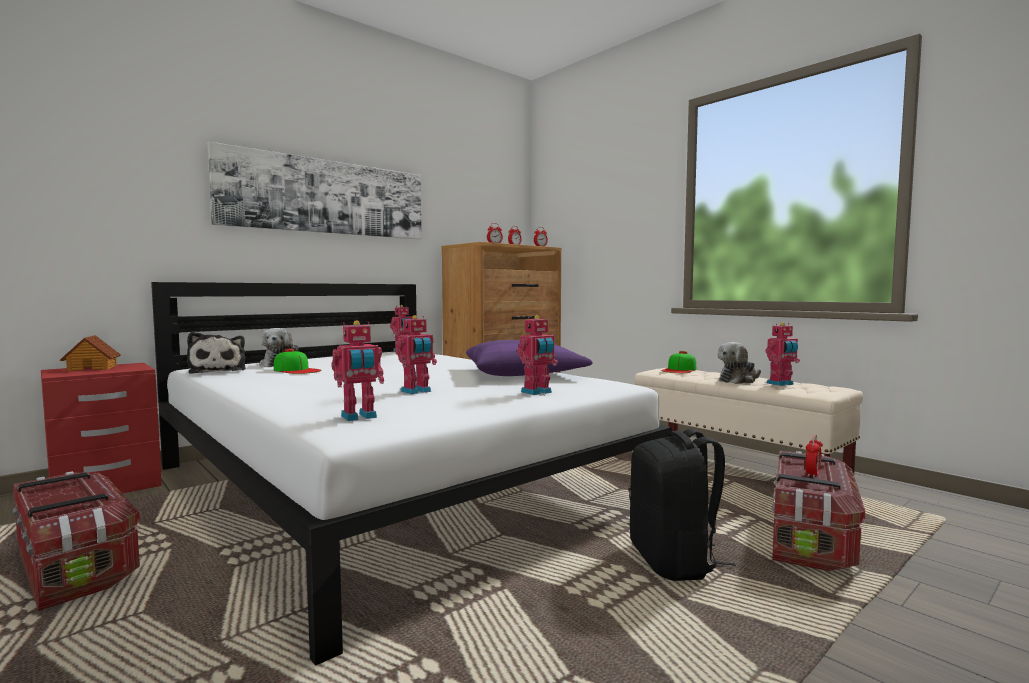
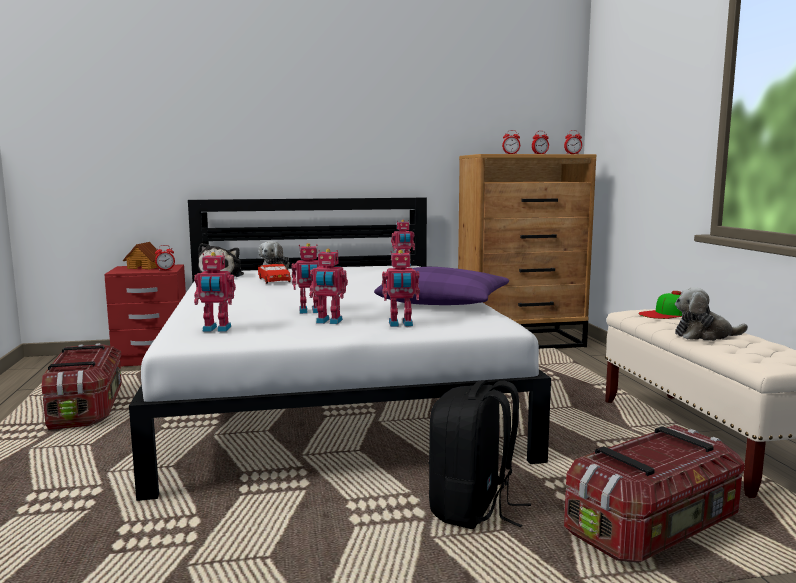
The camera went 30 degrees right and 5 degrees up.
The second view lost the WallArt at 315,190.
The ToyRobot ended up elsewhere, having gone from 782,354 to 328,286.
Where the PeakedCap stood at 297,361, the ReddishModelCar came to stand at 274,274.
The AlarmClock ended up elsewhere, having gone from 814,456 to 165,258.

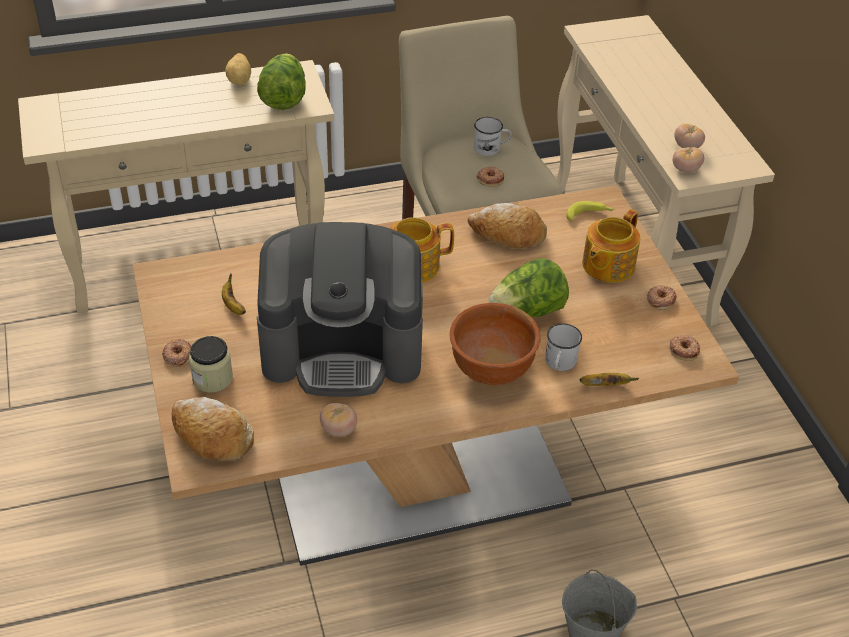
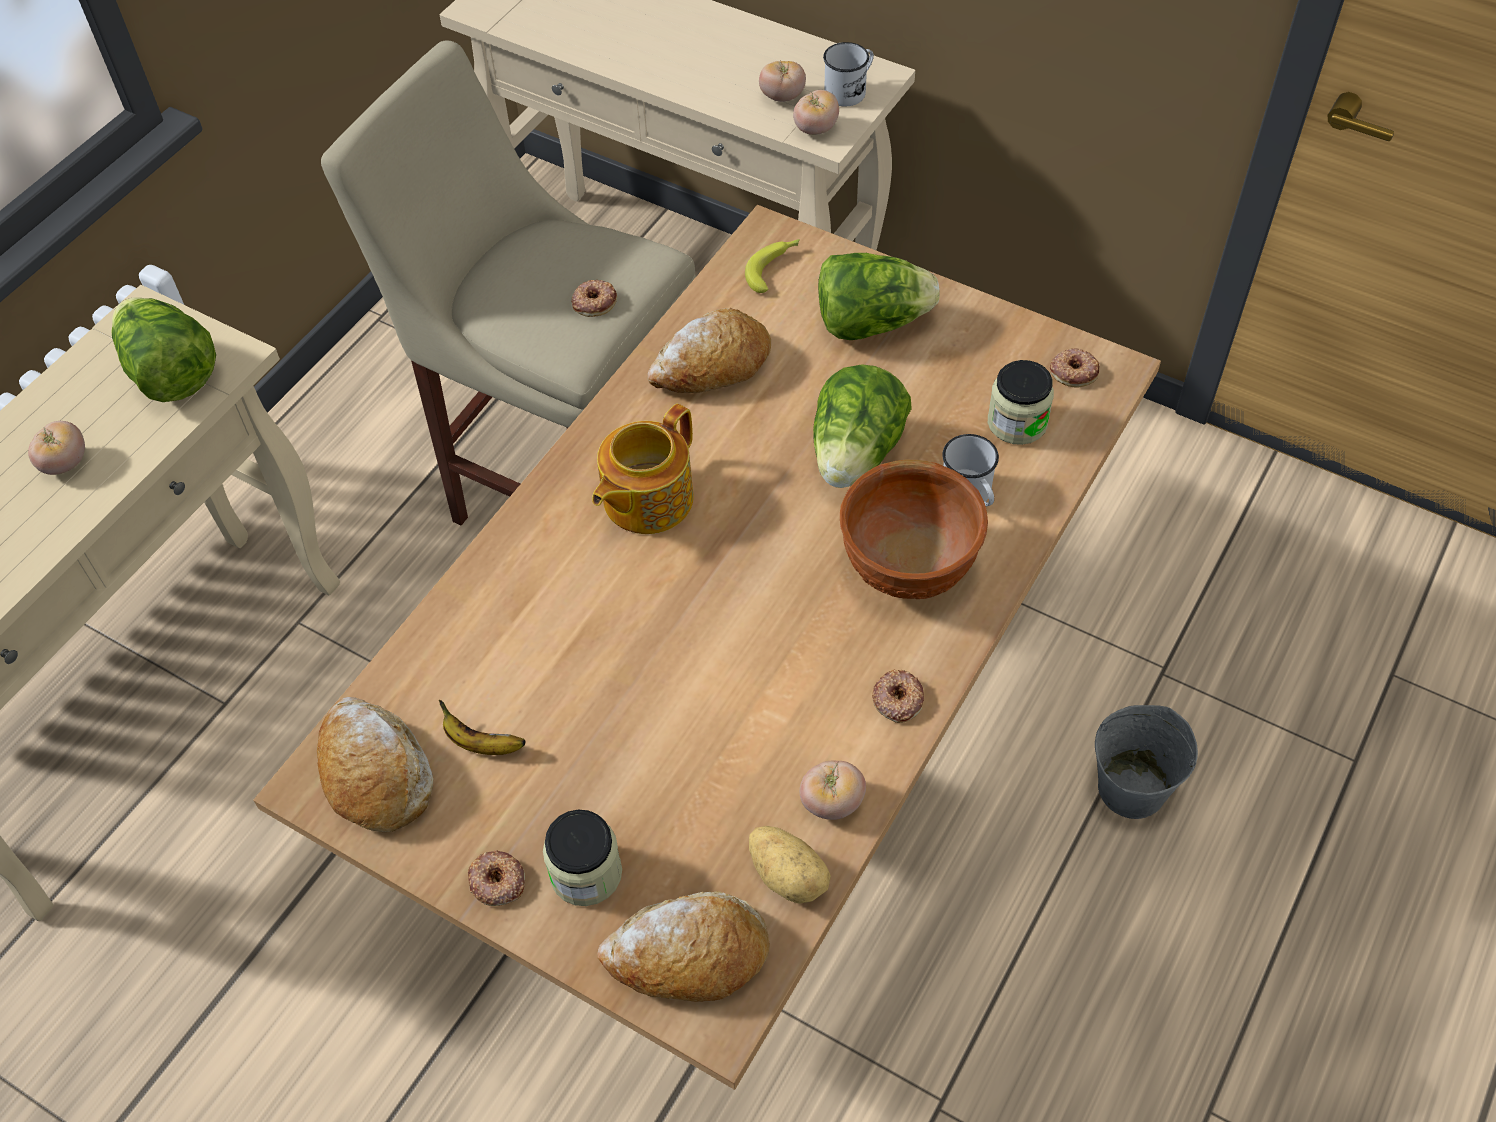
The camera went 40 degrees left and 10 degrees up.
The Potato ended up elsewhere, having gone from 238,69 to 790,865.
The WhiteCoffeeMug ended up elsewhere, having gone from 493,136 to 848,74.
Where the PotForTea stood at 611,246, the HeadOfLettuce came to stand at 879,296.
The second view lost the CoffeeMaker at 340,309.
The Doughnut ended up elsewhere, having gone from 661,297 to 898,696.
The second view lost the BananaFruit at 609,379.
The second view gained the Jar at 1021,402.
The second view gained the Tomato at 56,448.
The second view gained the BakeryBread at 375,764.

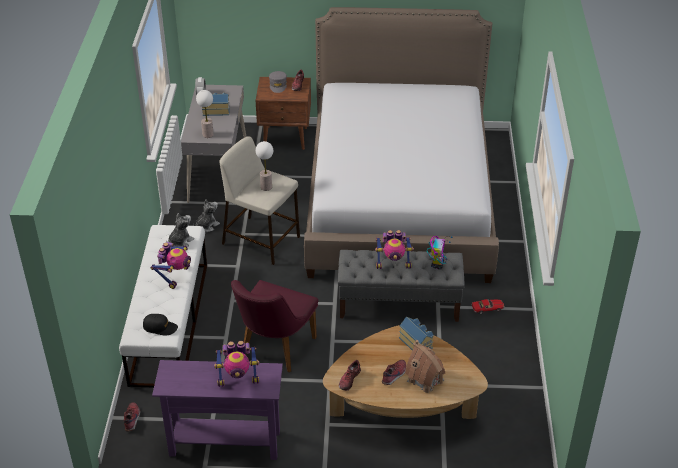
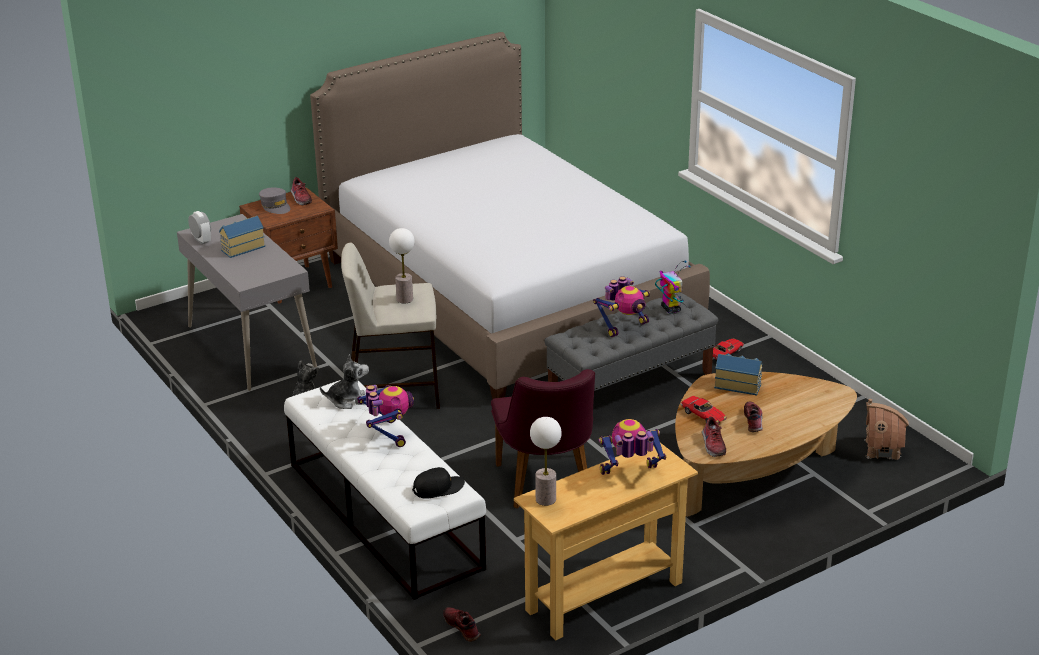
The camera went 35 degrees left and 10 degrees down.
The TableLamp ended up elsewhere, having gone from 205,114 to 546,461.
The PlushToy at 180,230 ended up facing another way, 75 degrees clockwise from before.
The MiniatureHouse ended up elsewhere, having gone from 425,366 to 886,429.
The ToyRobot at 236,364 ended up facing another way, 150 degrees counterclockwise from before.
What was the PurplishHallTable at 217,410 turned into the BeigeColouredHallTable at 606,541.
The second view gained the ModelCar at 703,410.

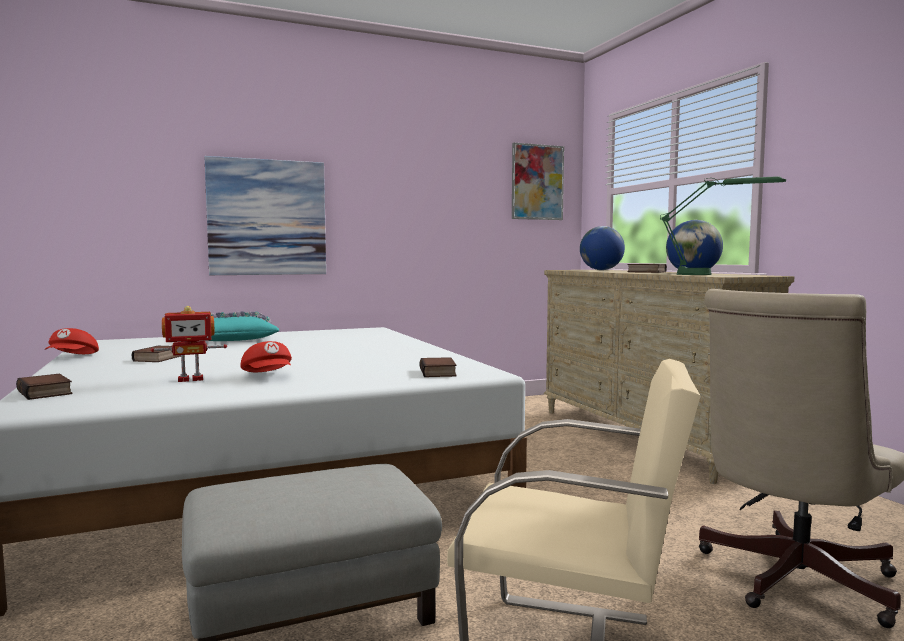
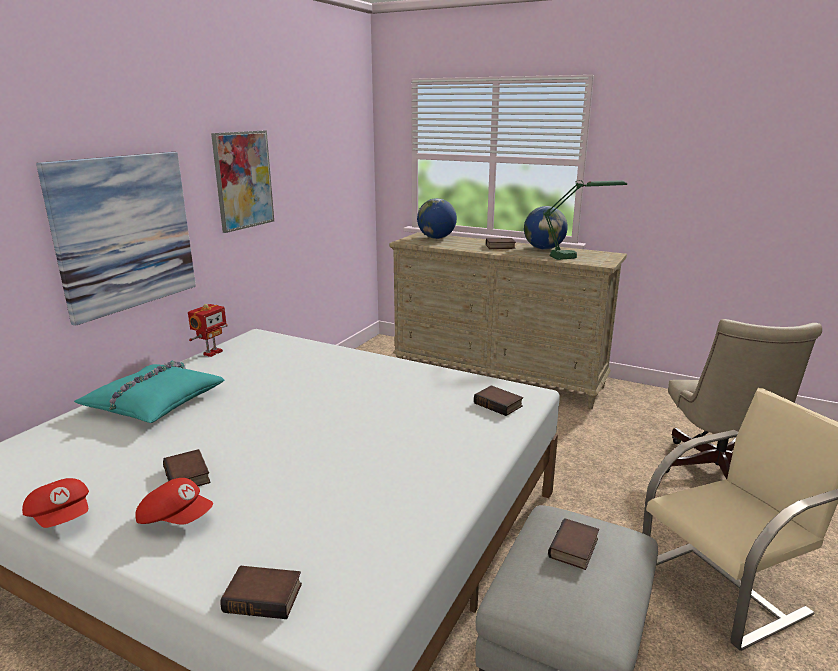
The camera went 40 degrees left and 15 degrees up.
The WallArt ended up elsewhere, having gone from 538,181 to 242,182.
The ToyRobot ended up elsewhere, having gone from 188,344 to 208,330.
The ReddishPeakedCap ended up elsewhere, having gone from 266,356 to 174,501.
The second view gained the Book at 573,544.

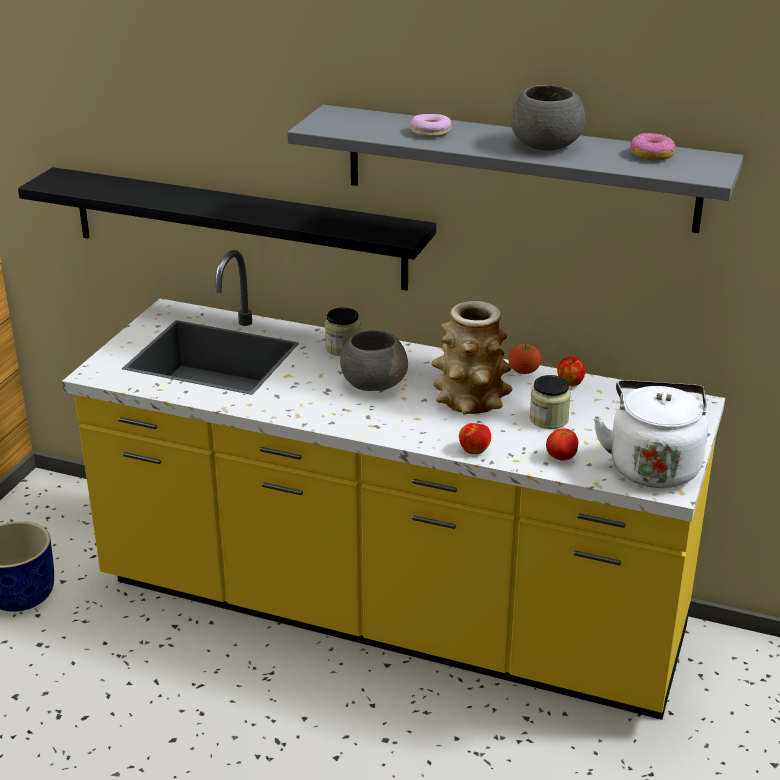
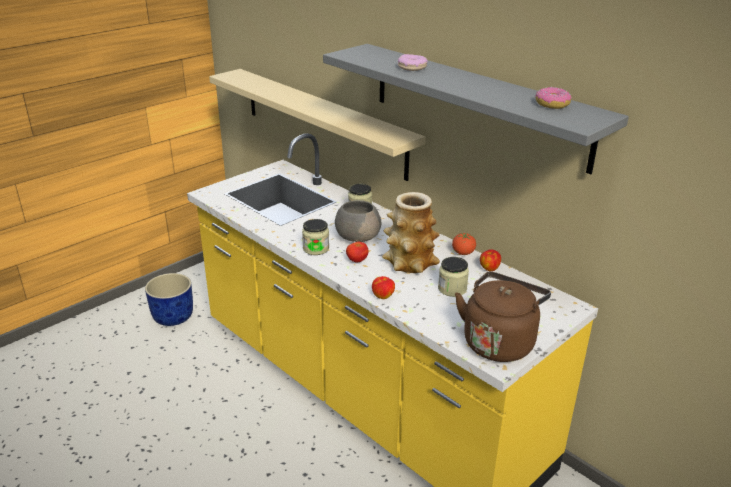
The camera went 25 degrees right and 0 degrees up.
The second view lost the GreyishBowl at 548,117.
What was the BlackishWallShelf at 227,229 turned into the BeigeColouredWallShelf at 317,125.
What was the WhiteKettle at 650,434 turned into the BrownColouredKettle at 503,317.
The Tomato ended up elsewhere, having gone from 562,444 to 357,251.
The second view gained the Jar at 315,237.

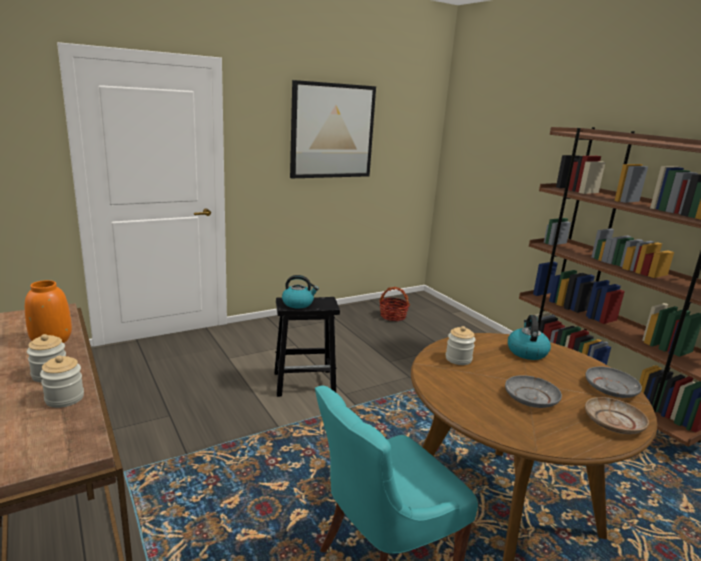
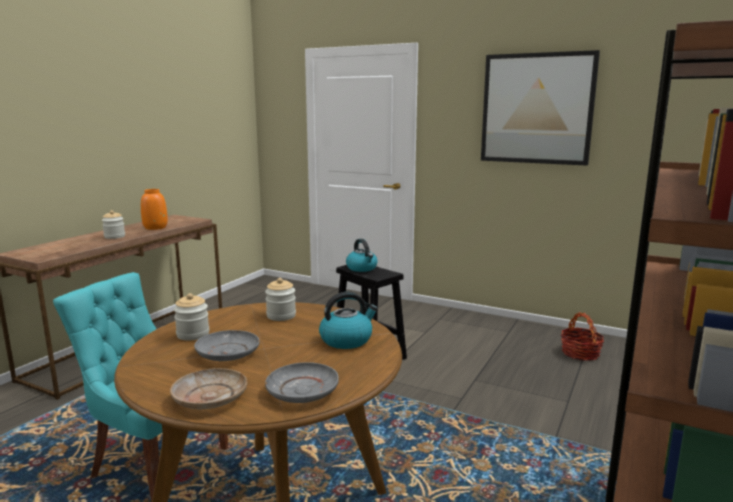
The camera went 60 degrees right and 5 degrees down.
The Jar ended up elsewhere, having gone from 62,382 to 191,317.

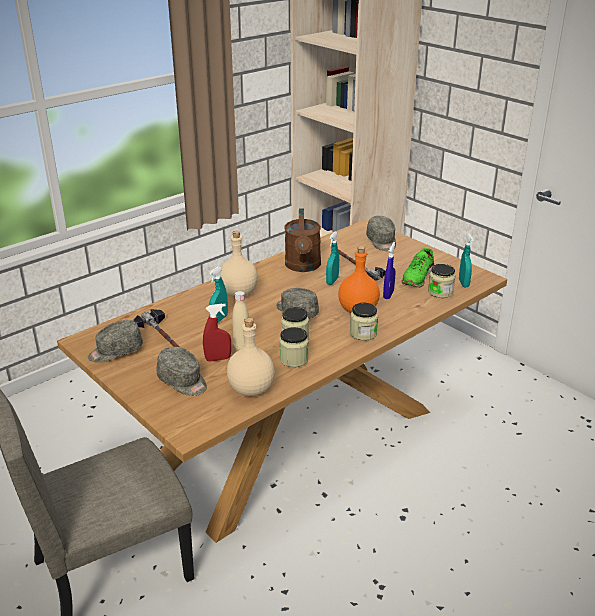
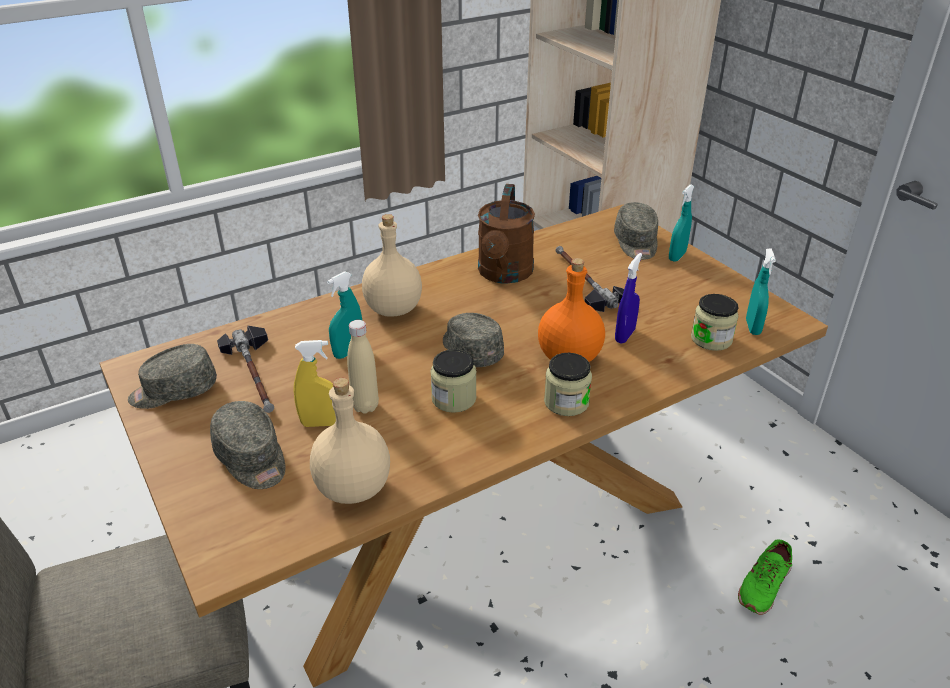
The camera went 10 degrees right and 5 degrees up.
The TurquoiseColouredSprayBottle ended up elsewhere, having gone from 332,258 to 681,223.
The GreenColouredShoe ended up elsewhere, having gone from 418,267 to 765,577.
What was the ReddishSprayBottle at 217,333 turned into the YellowishSprayBottle at 315,383.
The second view lost the Jar at 293,347.

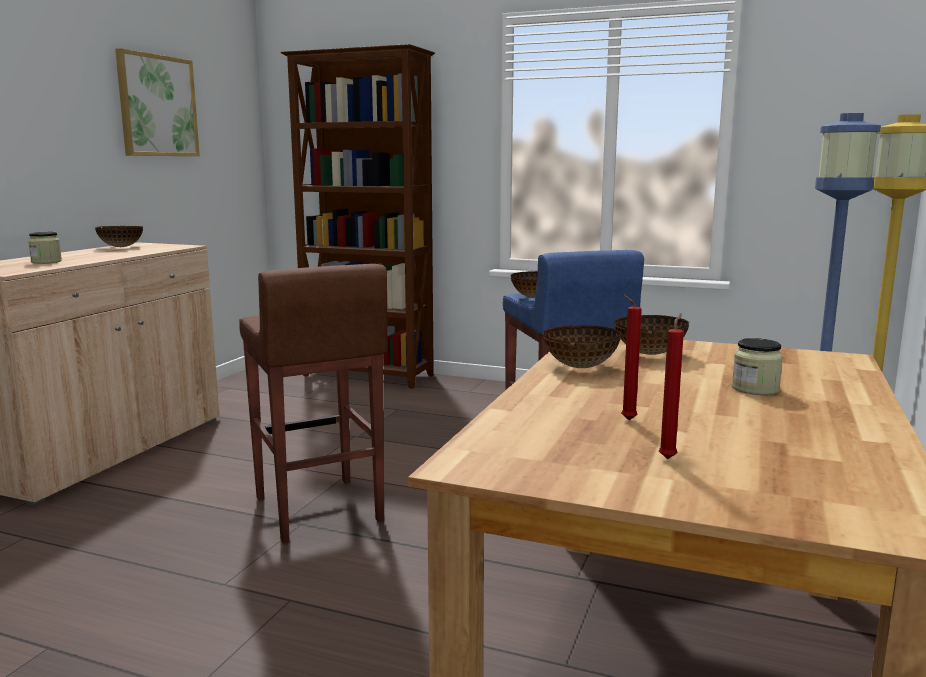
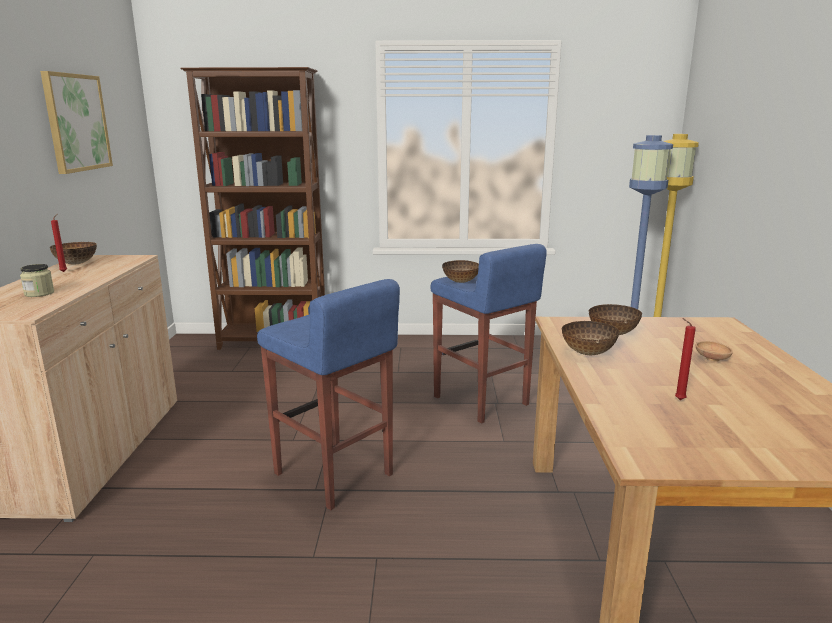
The camera went 20 degrees left and 5 degrees up.
What was the BrownColouredSittingStool at 313,404 turned into the BluishSittingStool at 328,394.
The ReddishWaxLight ended up elsewhere, having gone from 671,386 to 59,243.
Where the Jar stood at 757,366, the BrownColouredBowl came to stand at 714,351.

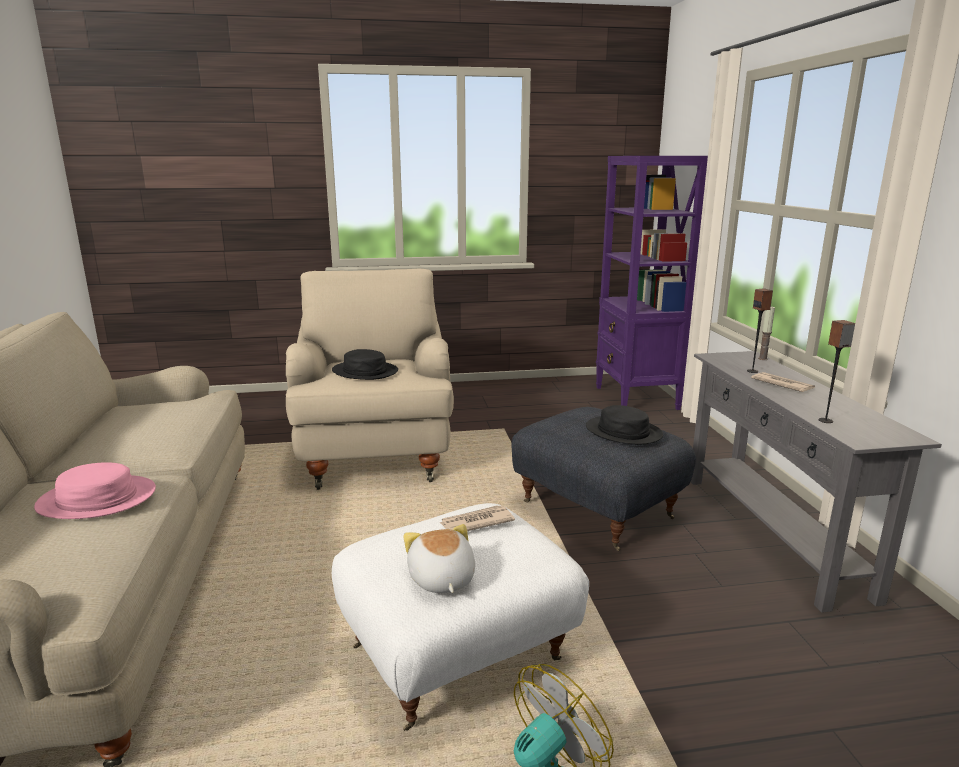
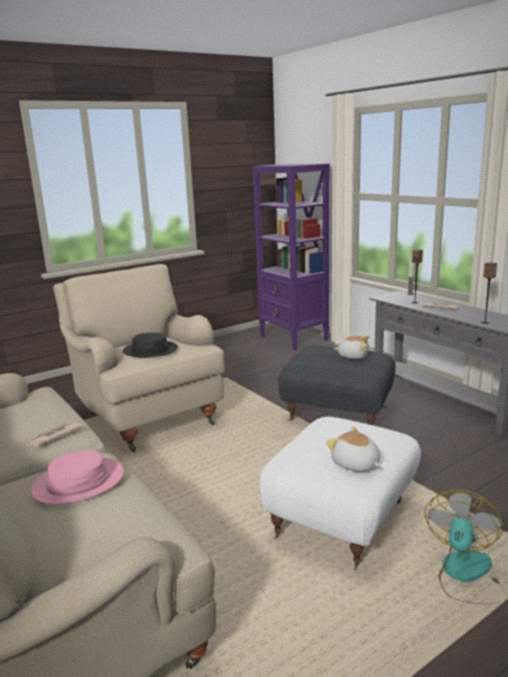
The camera went 25 degrees left and 0 degrees up.
Where the BlackishClothingHat stood at 624,425, the PlushToy came to stand at 352,347.
The DailyPaper ended up elsewhere, having gone from 477,518 to 53,434.

